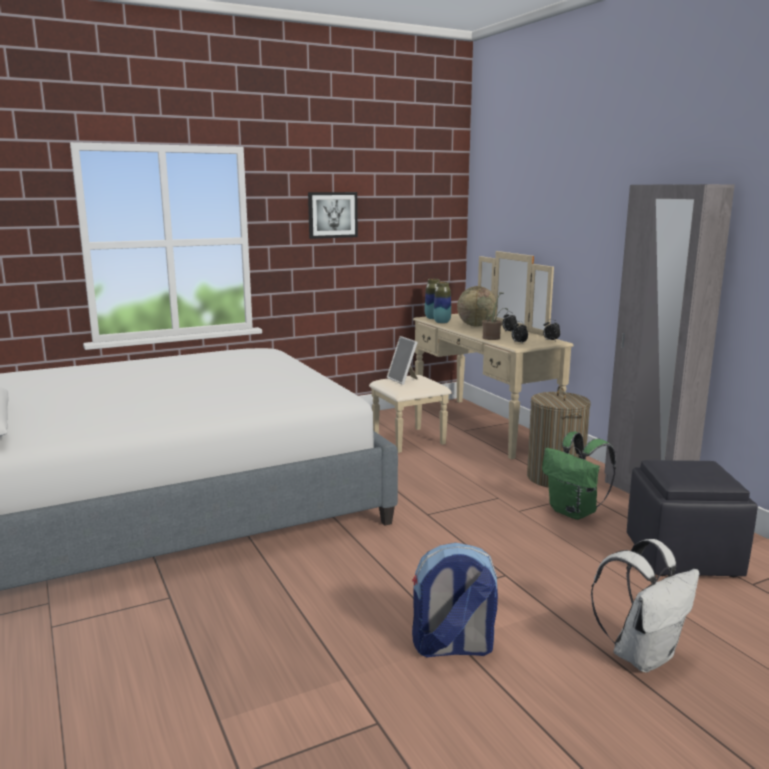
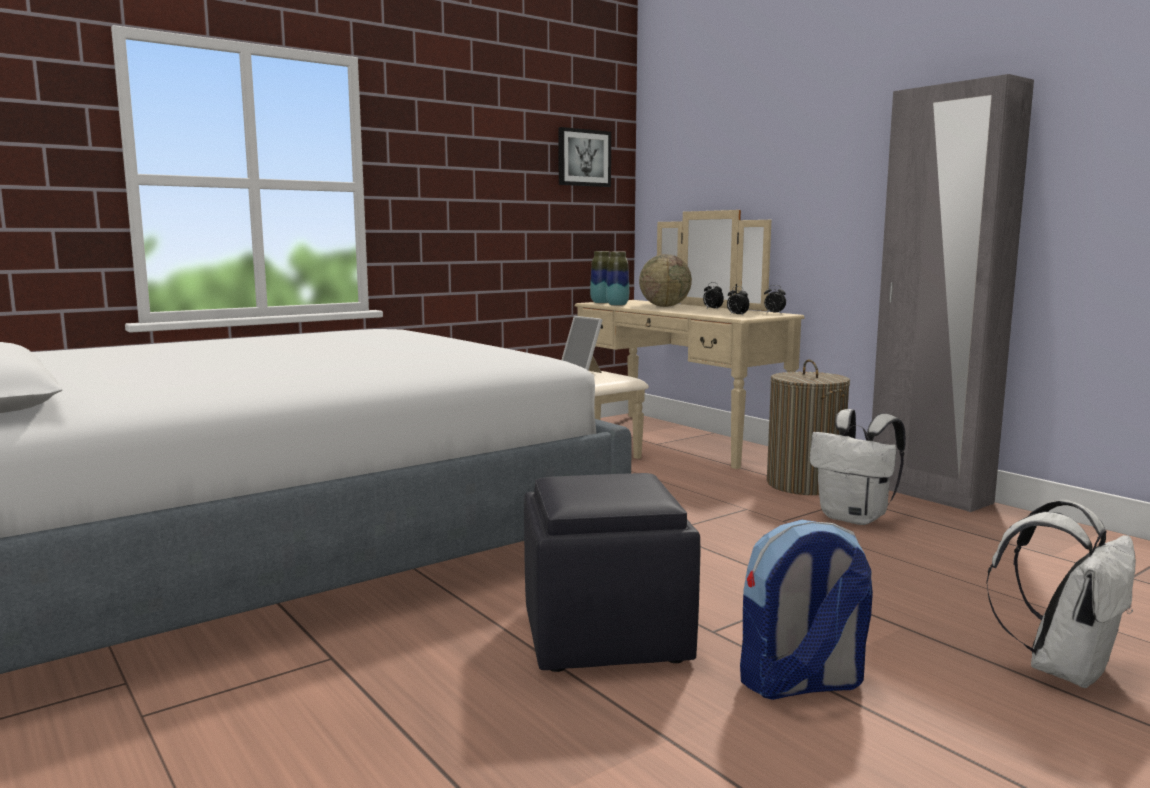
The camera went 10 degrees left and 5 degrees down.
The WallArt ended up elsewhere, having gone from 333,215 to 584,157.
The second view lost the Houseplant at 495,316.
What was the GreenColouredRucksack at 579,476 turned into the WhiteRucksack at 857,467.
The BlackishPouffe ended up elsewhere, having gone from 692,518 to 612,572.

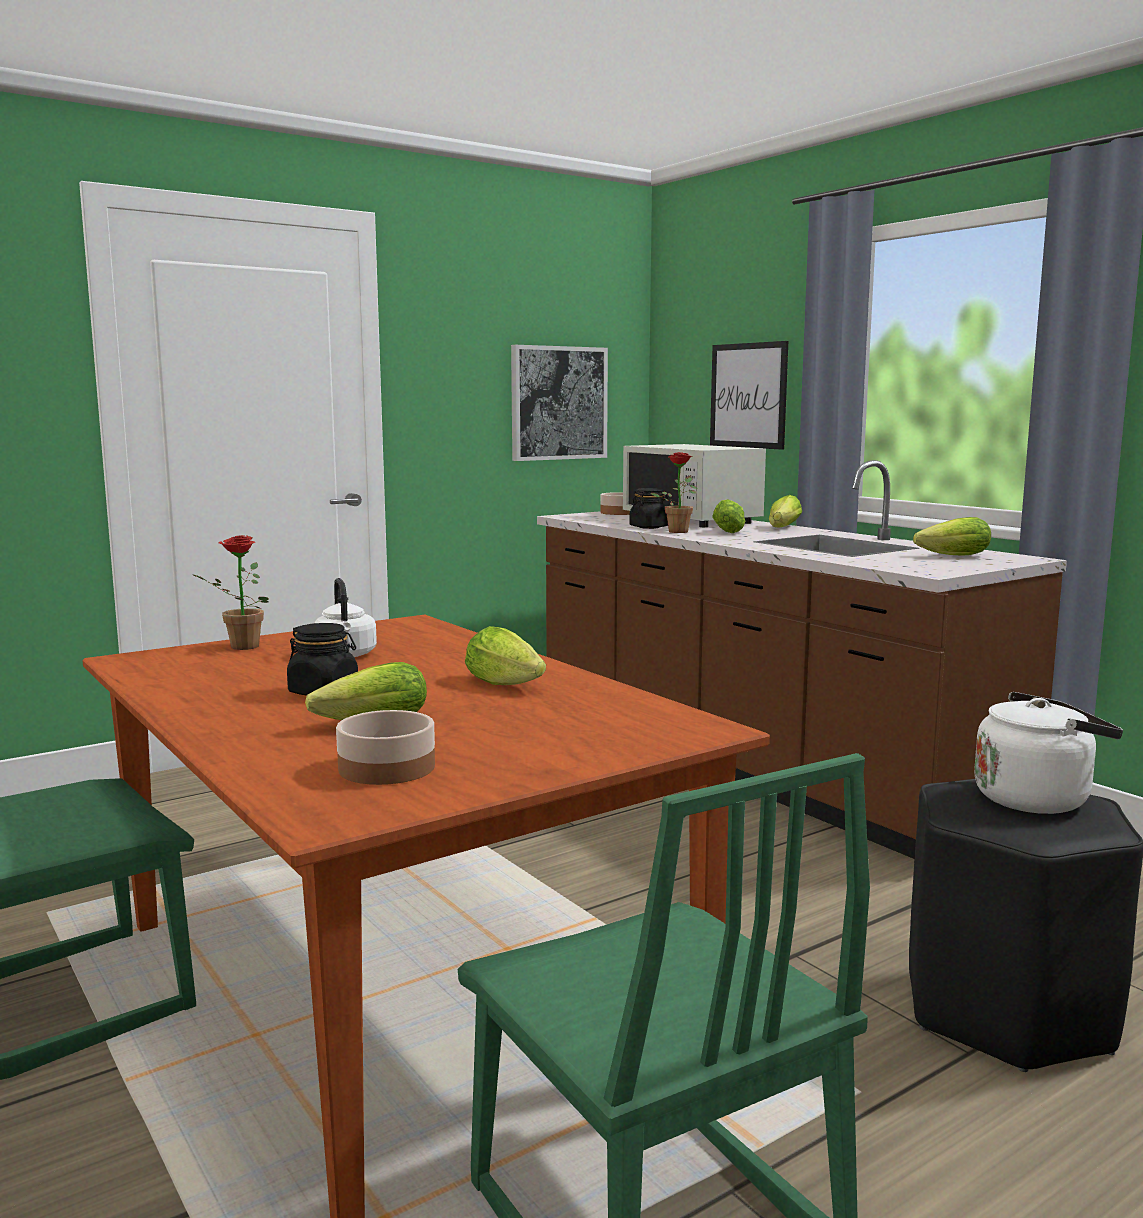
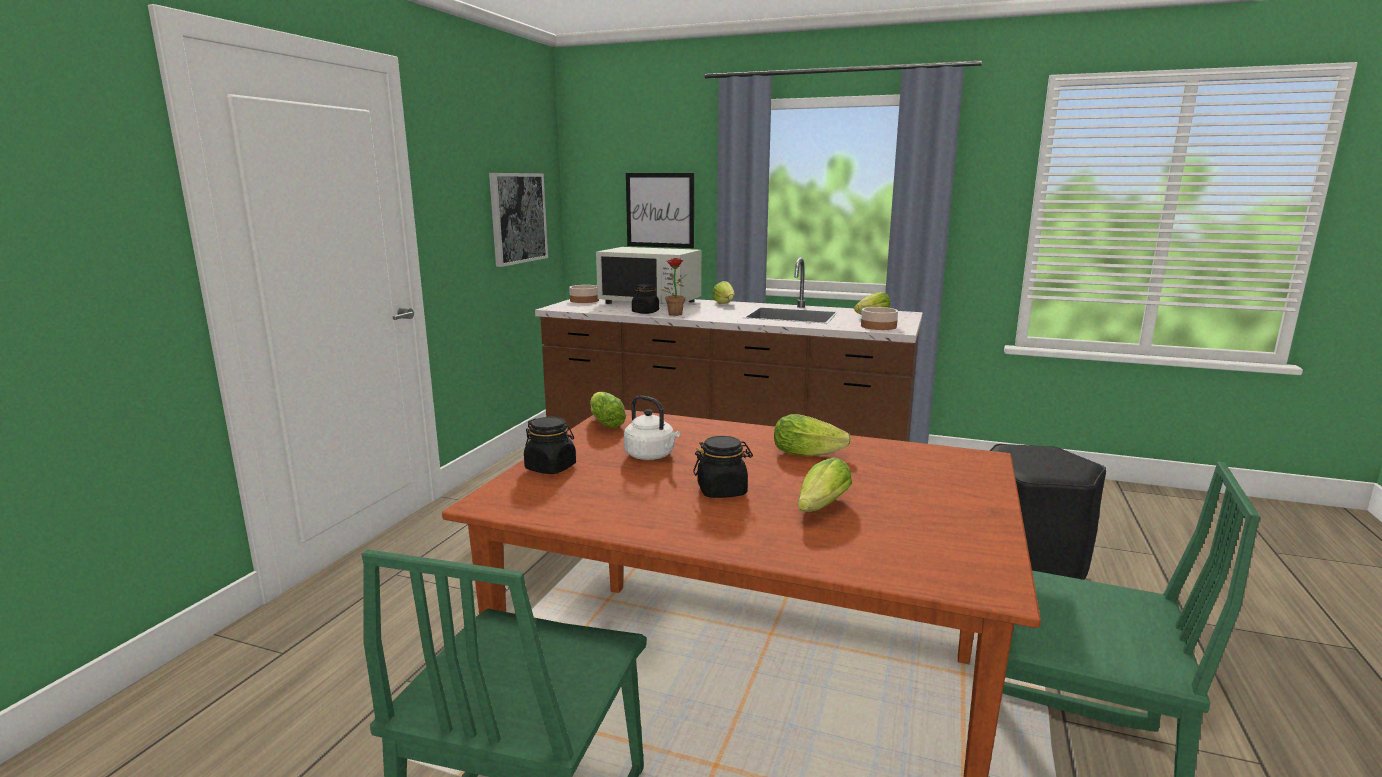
The camera went 35 degrees left and 5 degrees up.
The HeadOfLettuce ended up elsewhere, having gone from 728,516 to 608,410.
Where the Houseplant stood at 230,592, the BlackishJar came to stand at 550,445.
The second view lost the WhiteKettle at 1048,753.
The Bowl ended up elsewhere, having gone from 385,747 to 879,318.

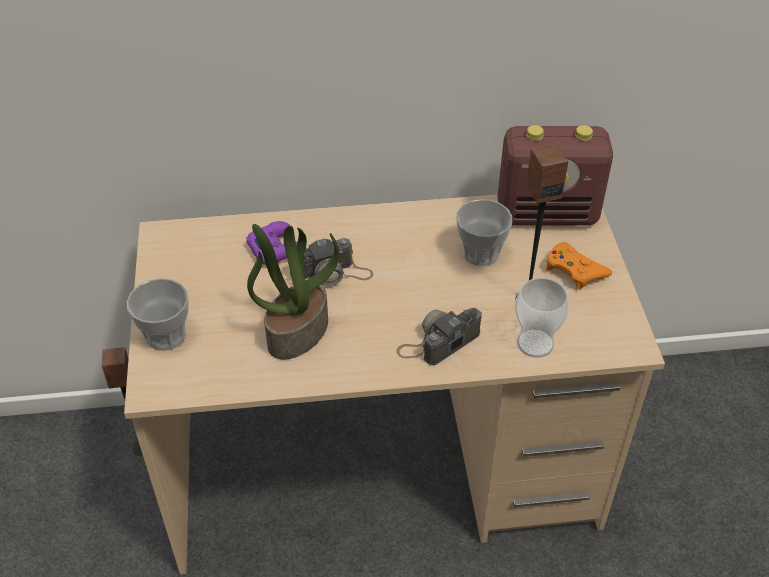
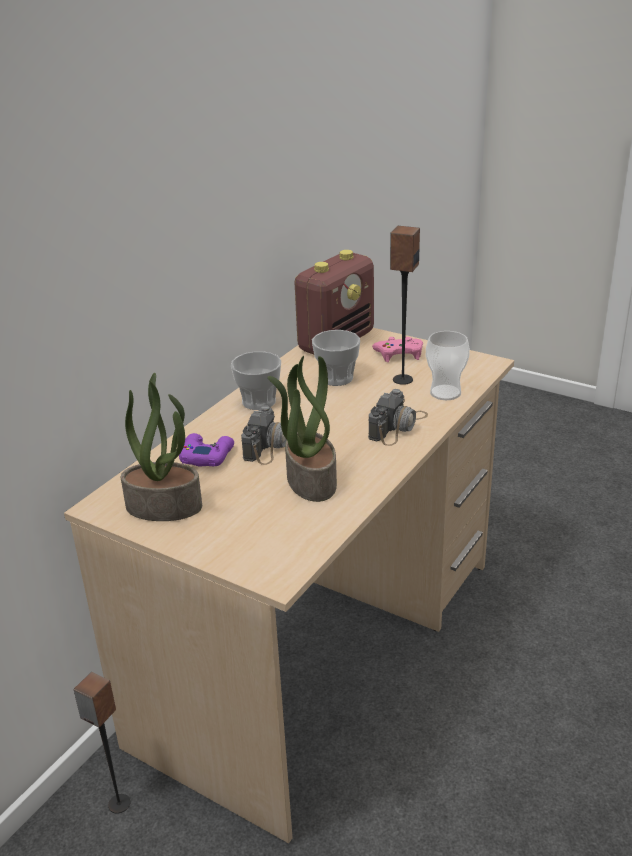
The camera went 50 degrees left and 15 degrees down.
What was the OrangeGameController at 579,266 turned into the PinkGameController at 397,349.
The DrinkingCup ended up elsewhere, having gone from 158,314 to 256,380.
The StillCamera at 439,336 ended up facing another way, 150 degrees counterclockwise from before.
The second view gained the Houseplant at 161,447.

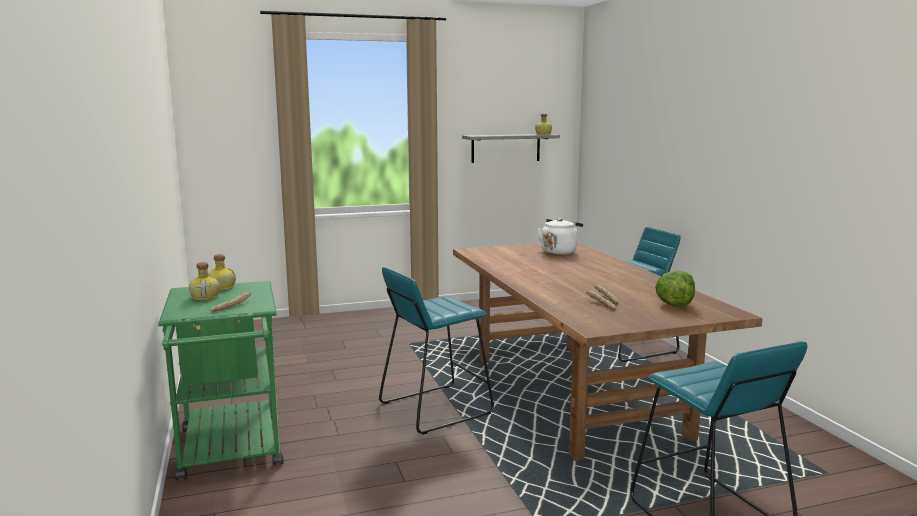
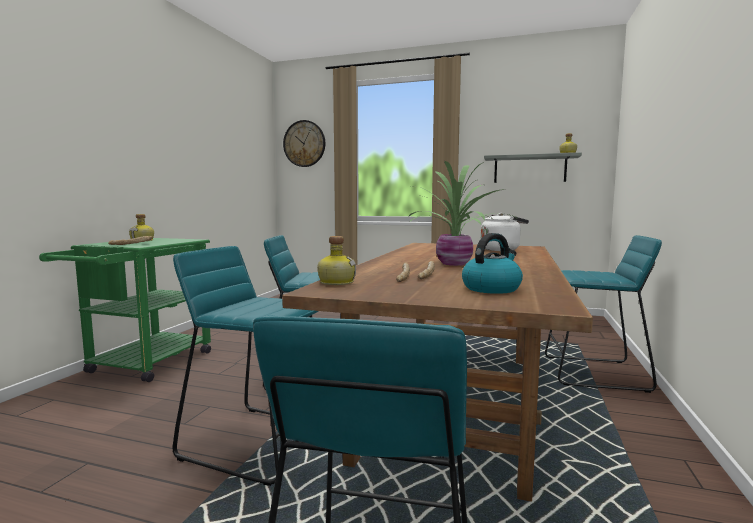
The camera went 35 degrees right and 5 degrees down.
The Bottle ended up elsewhere, having gone from 222,272 to 336,260.
Where the HeadOfLettuce stood at 675,288, the Kettle came to stand at 492,263.
The second view gained the ClockOnTheWall at 304,143.
The second view gained the Houseplant at 462,213.
The second view gained the TurquoiseColouredSittingStool at 246,366.

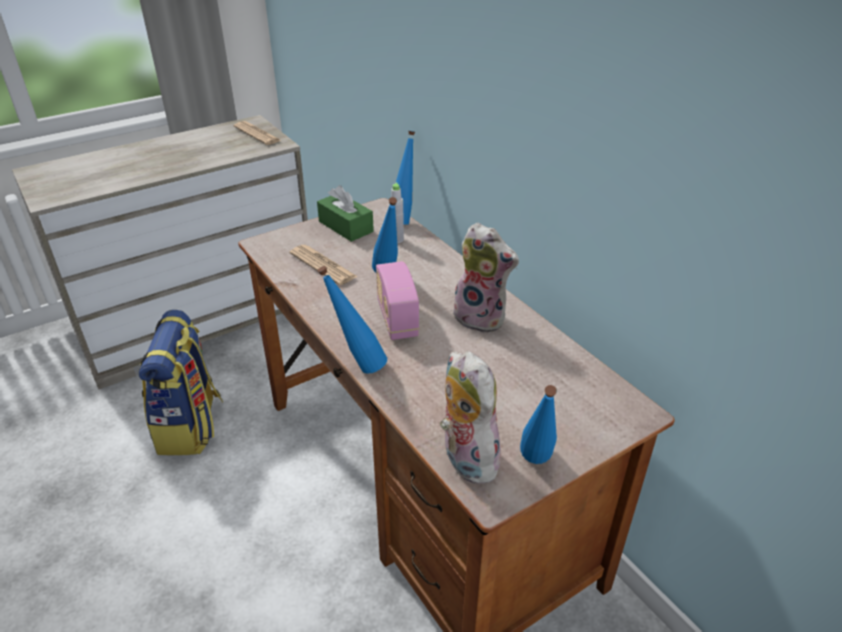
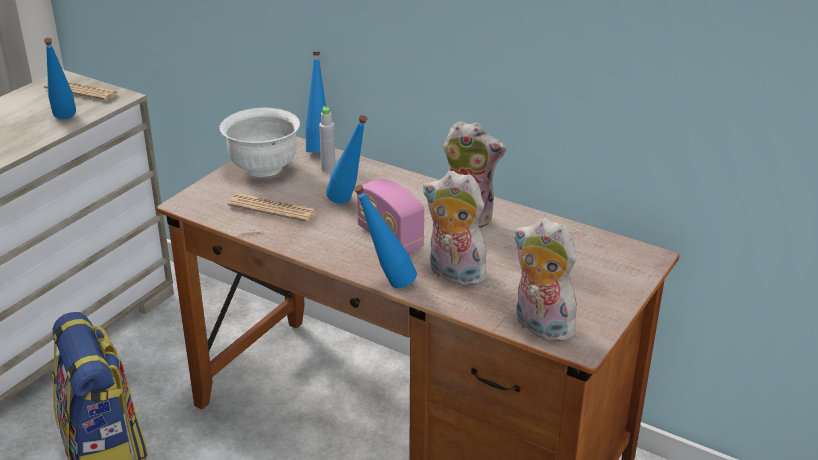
The camera went 25 degrees left and 5 degrees down.
Where the GreenColouredTissueHolder stood at 345,213, the WhiteBowl came to stand at 259,142.
The BluishBottle ended up elsewhere, having gone from 538,424 to 60,78.
The second view gained the PlushToy at 455,228.

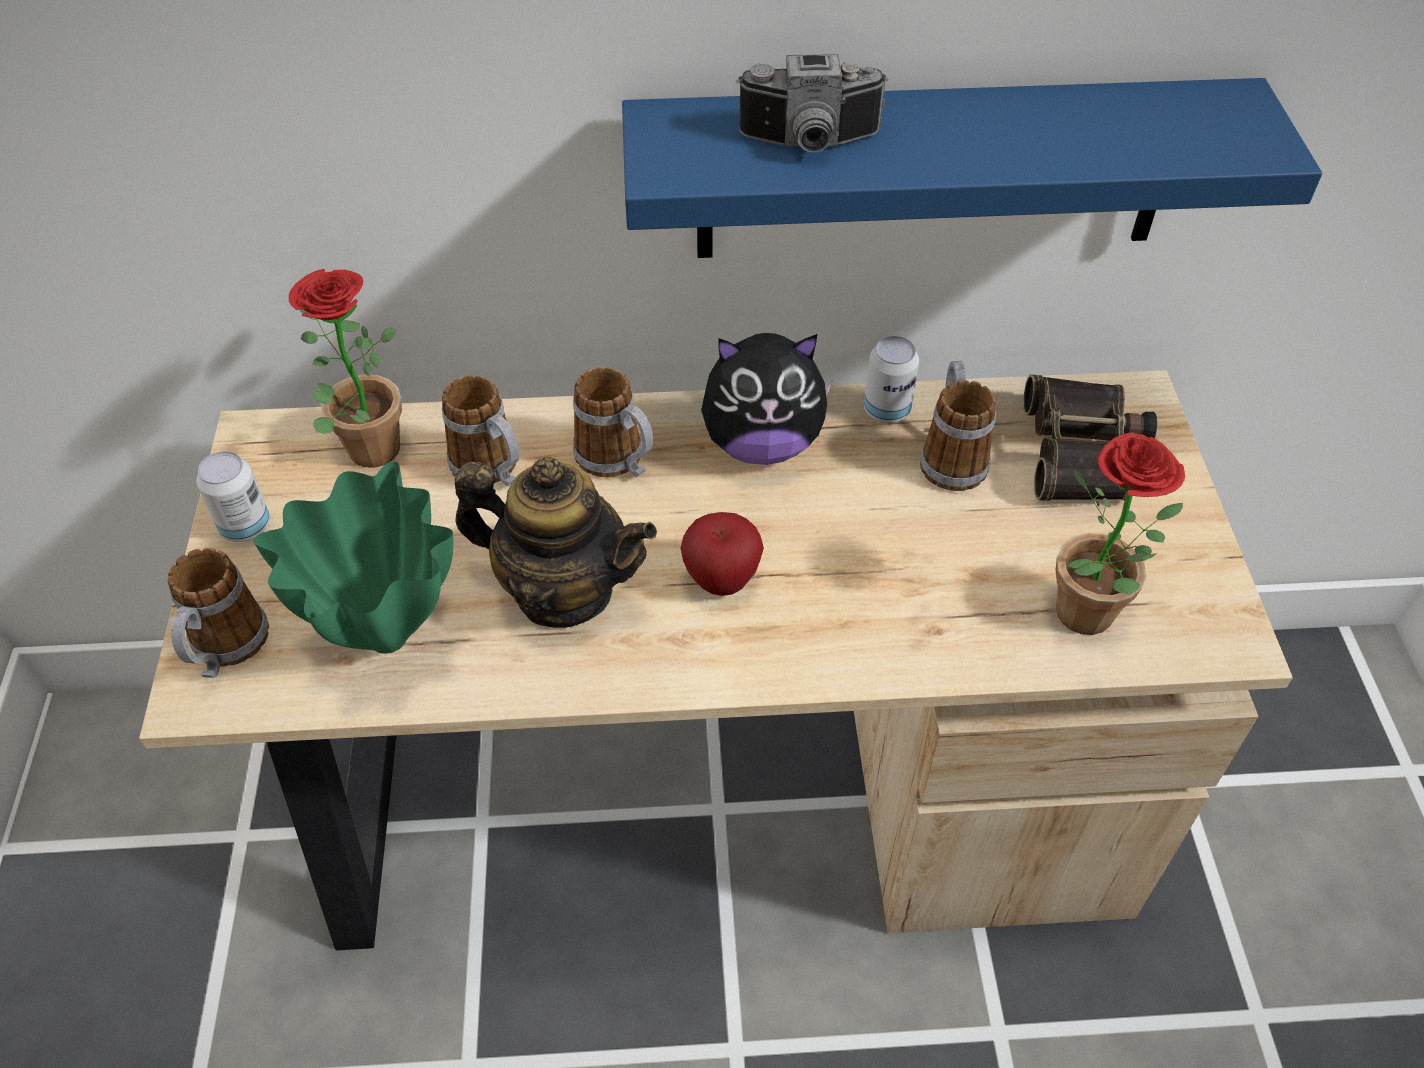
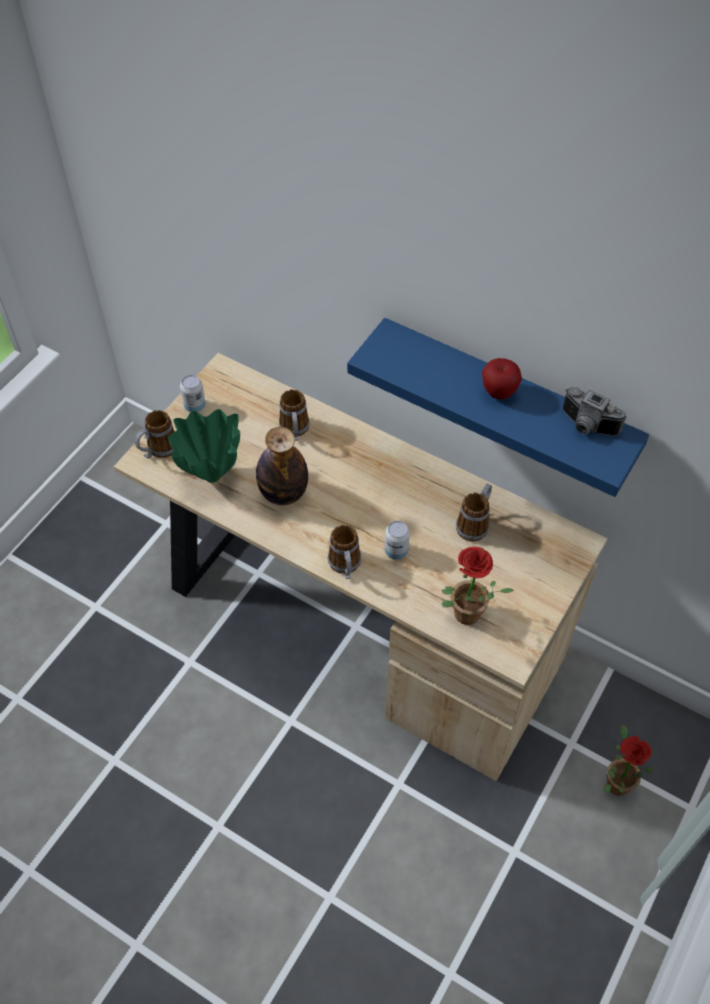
The camera went 35 degrees right and 5 degrees up.
The StillCamera ended up elsewhere, having gone from 812,103 to 595,411.
The Houseplant ended up elsewhere, having gone from 345,368 to 628,760.
The second view lost the PlushToy at 766,399.
The Can ended up elsewhere, having gone from 891,379 to 397,540.
The CoffeeMug ended up elsewhere, having gone from 613,422 to 344,552.
The second view lost the FieldGlasses at 1090,438.
Where the PotForTea stood at 556,542, the Bottle came to stand at 282,466.
The Apple ended up elsewhere, having gone from 722,554 to 502,378.

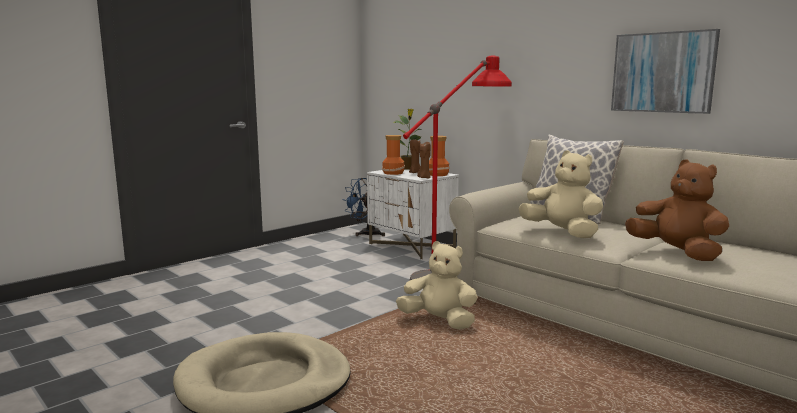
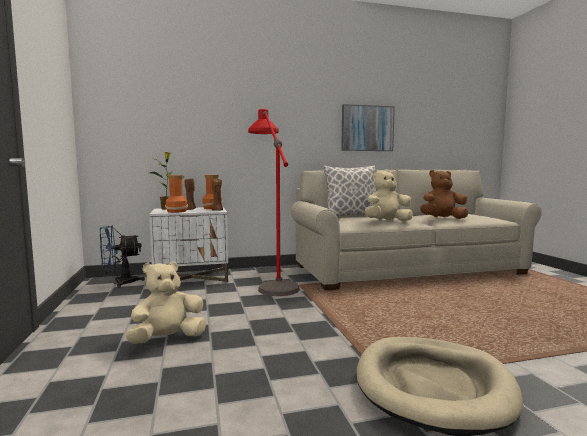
The camera went 60 degrees left and 5 degrees down.
The BeigeColouredPlushToy ended up elsewhere, having gone from 437,285 to 165,302.

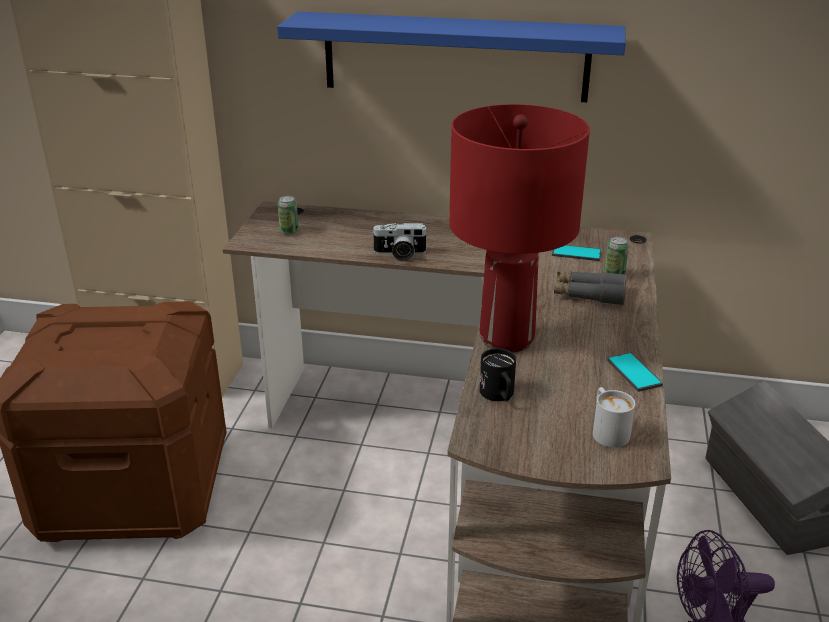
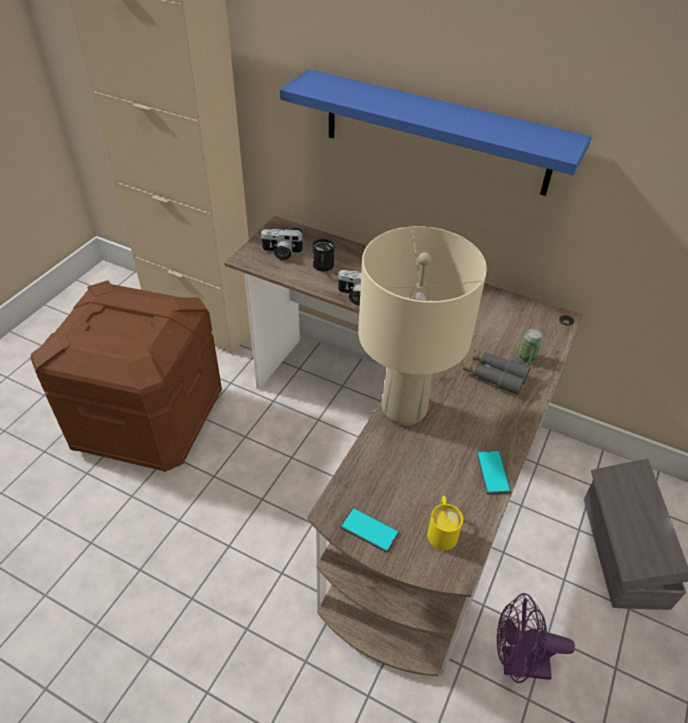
The camera went 15 degrees right and 15 degrees up.
What was the ReddishTableLamp at 519,228 turned into the BeigeColouredTableLamp at 422,326.
Where the Can stood at 288,215, the StillCamera came to stand at 282,245.
The Telephone ended up elsewhere, having gone from 576,253 to 369,530.
The BlackishCoffeeMug ended up elsewhere, having gone from 498,374 to 323,255.
What was the WhiteCoffeeMug at 614,417 turned into the YellowishCoffeeMug at 445,523.

